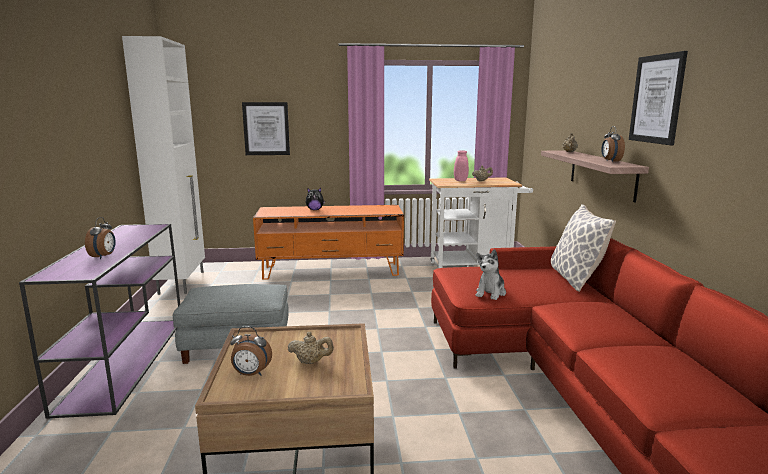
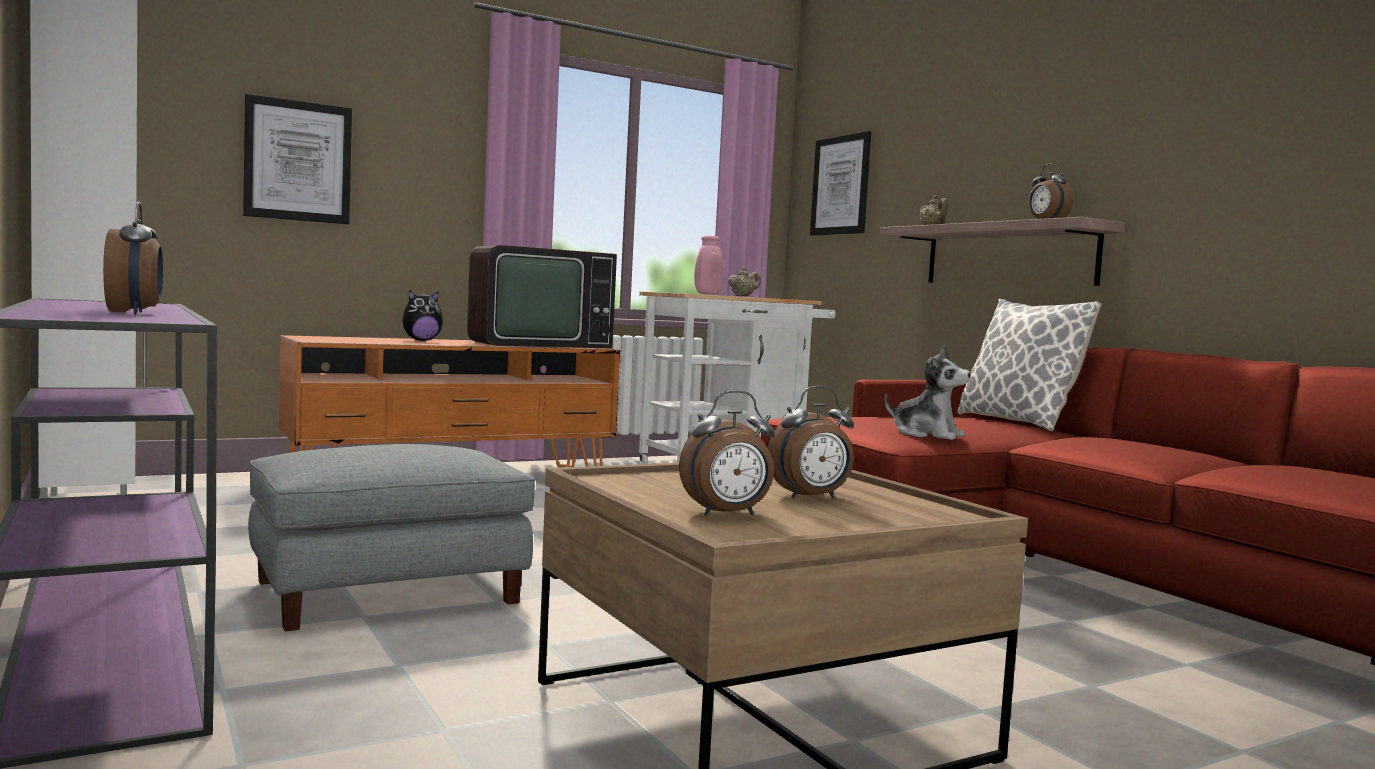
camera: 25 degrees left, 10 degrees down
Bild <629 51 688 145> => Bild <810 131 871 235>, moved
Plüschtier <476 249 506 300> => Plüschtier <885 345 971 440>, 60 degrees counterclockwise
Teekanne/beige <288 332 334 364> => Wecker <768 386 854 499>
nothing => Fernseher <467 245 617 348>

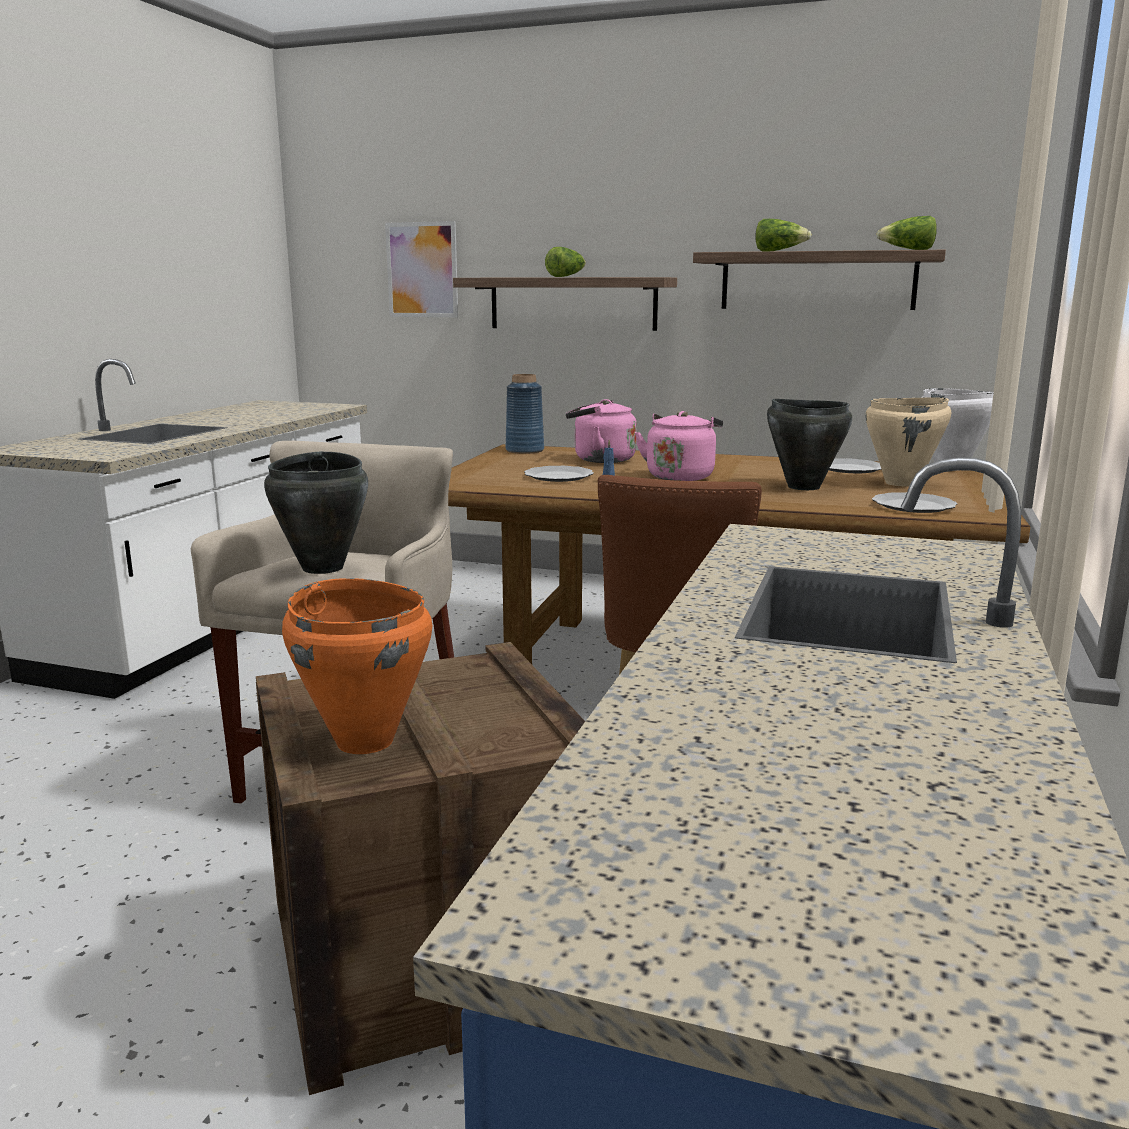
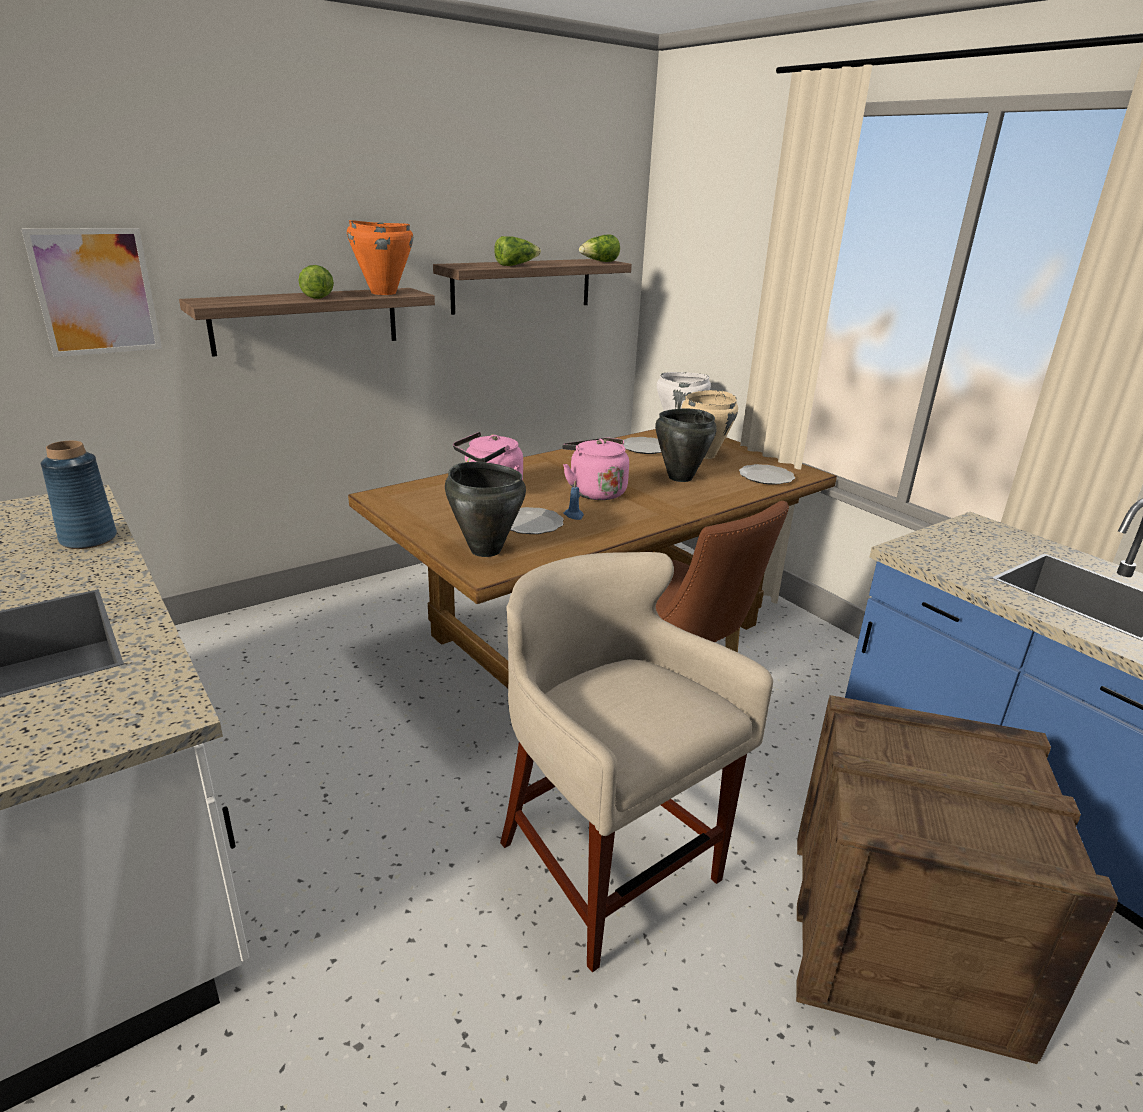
camera: 55 degrees left, 10 degrees up
Vase/blau <506 374 544 454> => Vase/blau <41 441 117 549>, moved
Kochtopf/schwarz <264 452 368 574> => Kochtopf/schwarz <445 462 526 557>, moved
Kochtopf/orange <282 578 432 754> => Kochtopf/orange <347 220 413 295>, moved

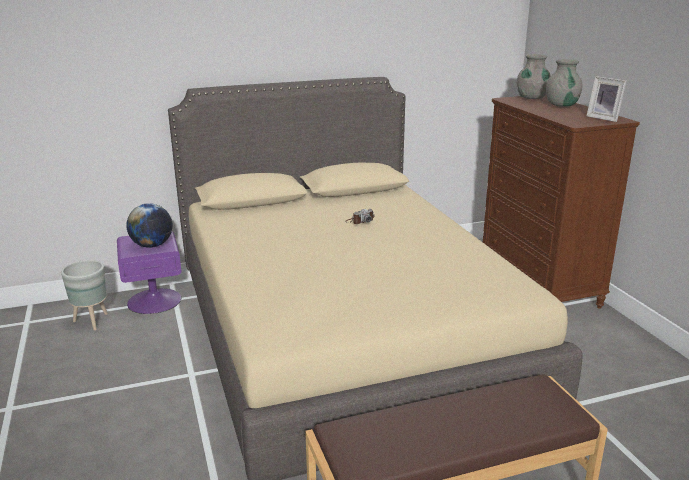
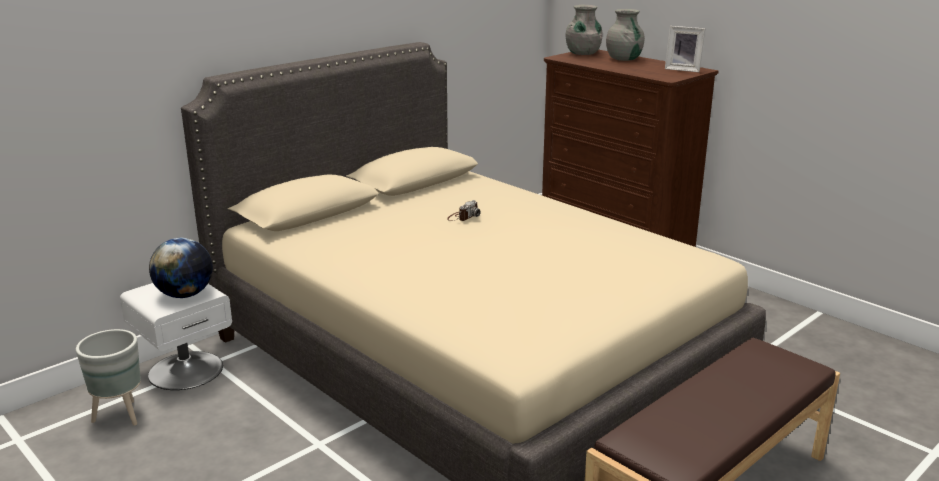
camera: 25 degrees left, 0 degrees up
Nachttisch/lila <117 231 181 314> => Nachttisch/weiß <120 283 232 390>

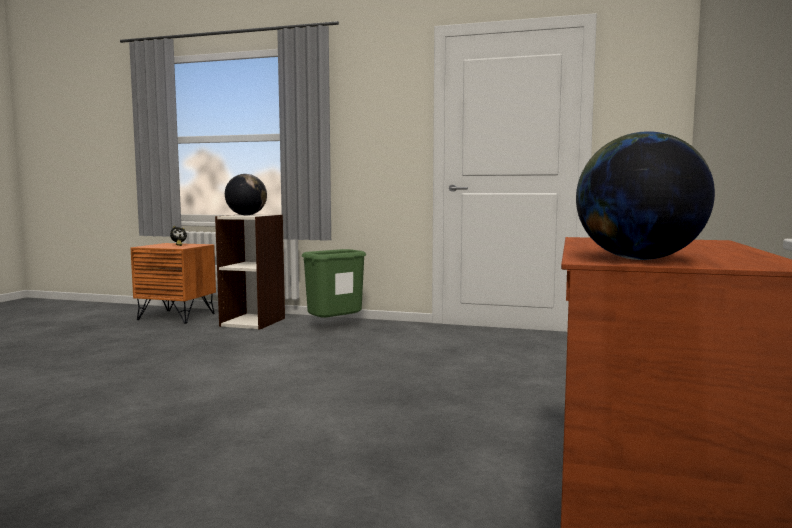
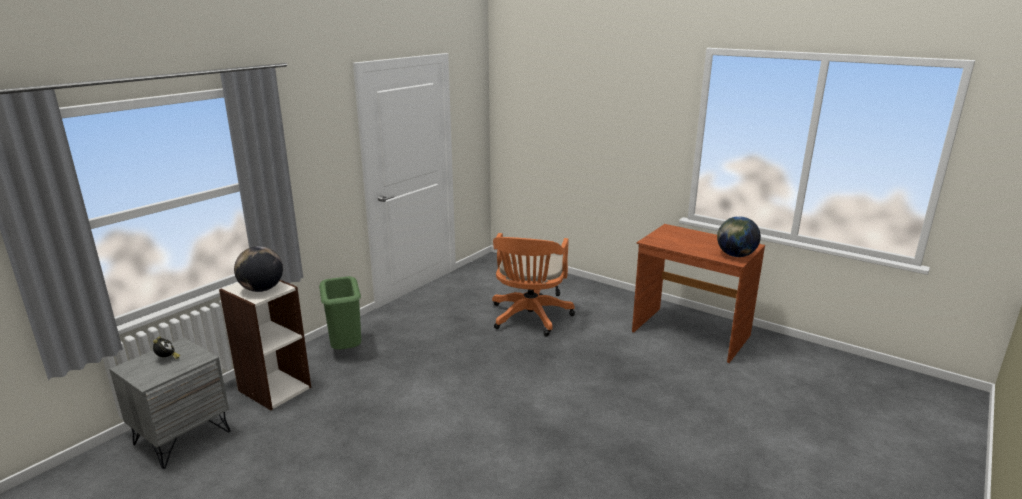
camera: 70 degrees left, 15 degrees up
Nachttisch/orange <131 243 216 324> => Nachttisch/grau <109 338 231 469>
nothing => Bürostuhl/orange <492 233 575 337>

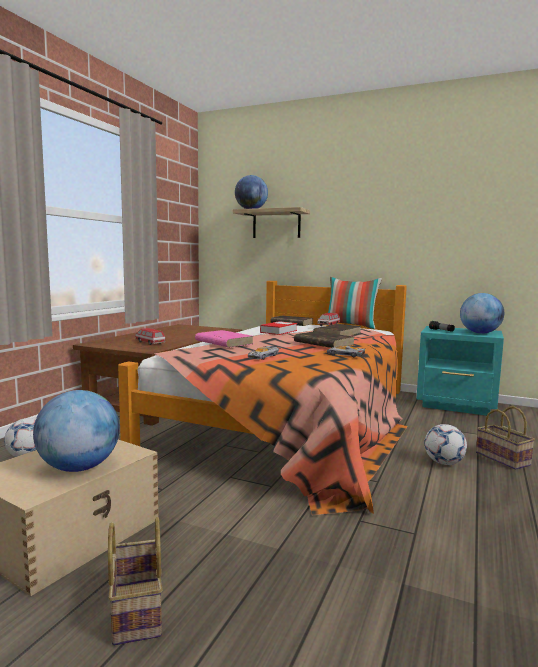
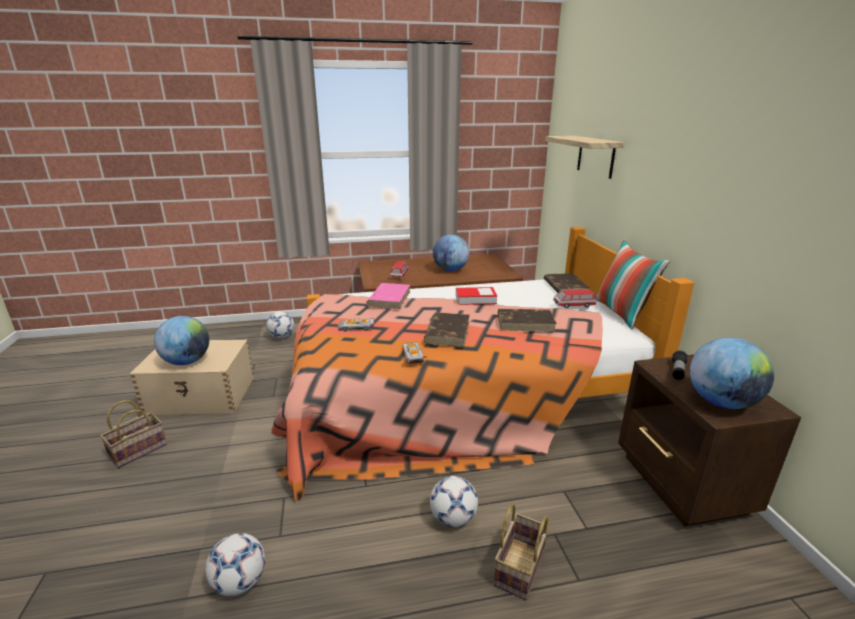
camera: 55 degrees right, 15 degrees up
Globus <235 175 268 209> => Globus <433 235 469 271>, moved
Nachttisch/türkis <416 326 504 416> => Nachttisch/braun <618 354 801 526>
nothing => Fußball <205 533 265 596>

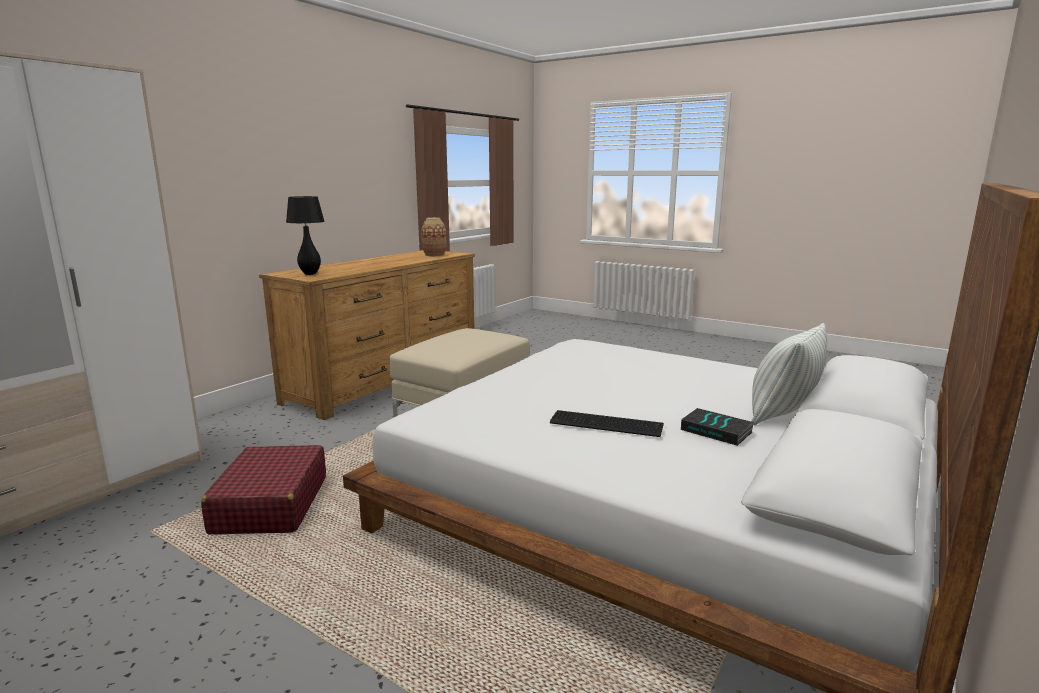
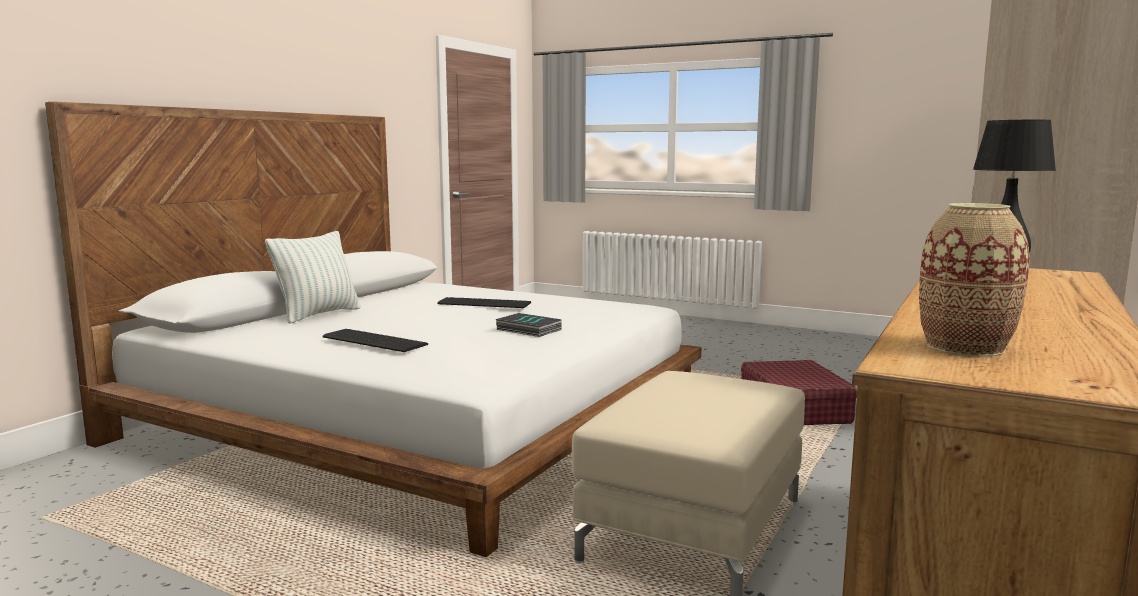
camera: 175 degrees right, 5 degrees down
Buch <681 408 755 446> => Buch <495 313 562 337>, moved
nothing => Tastatur <323 329 428 352>

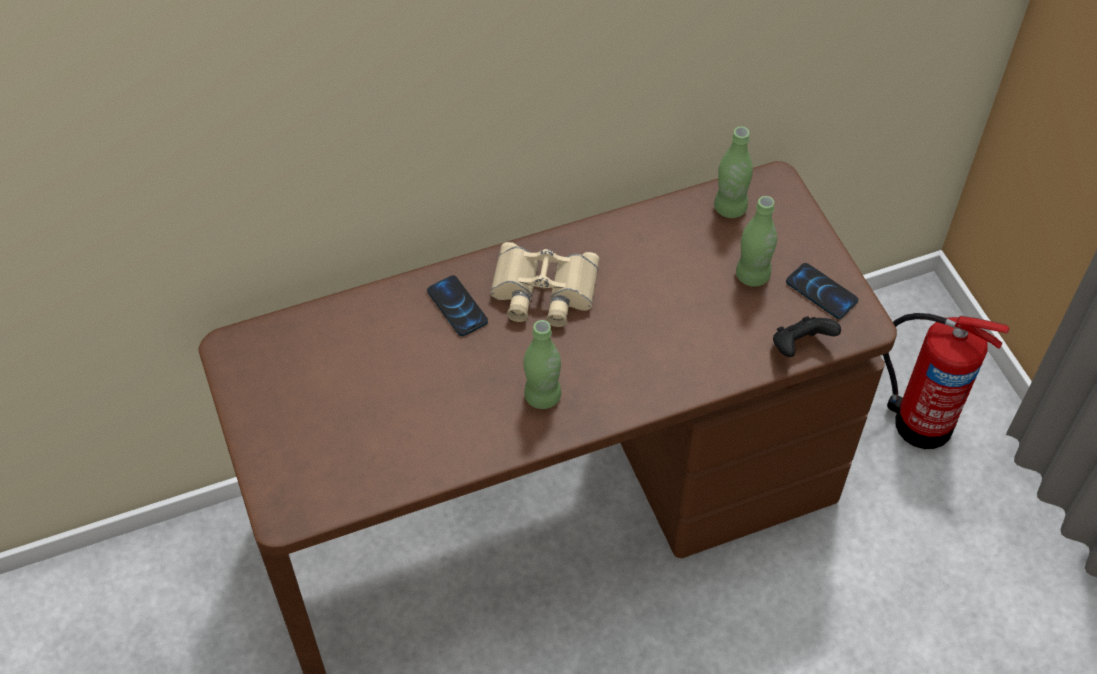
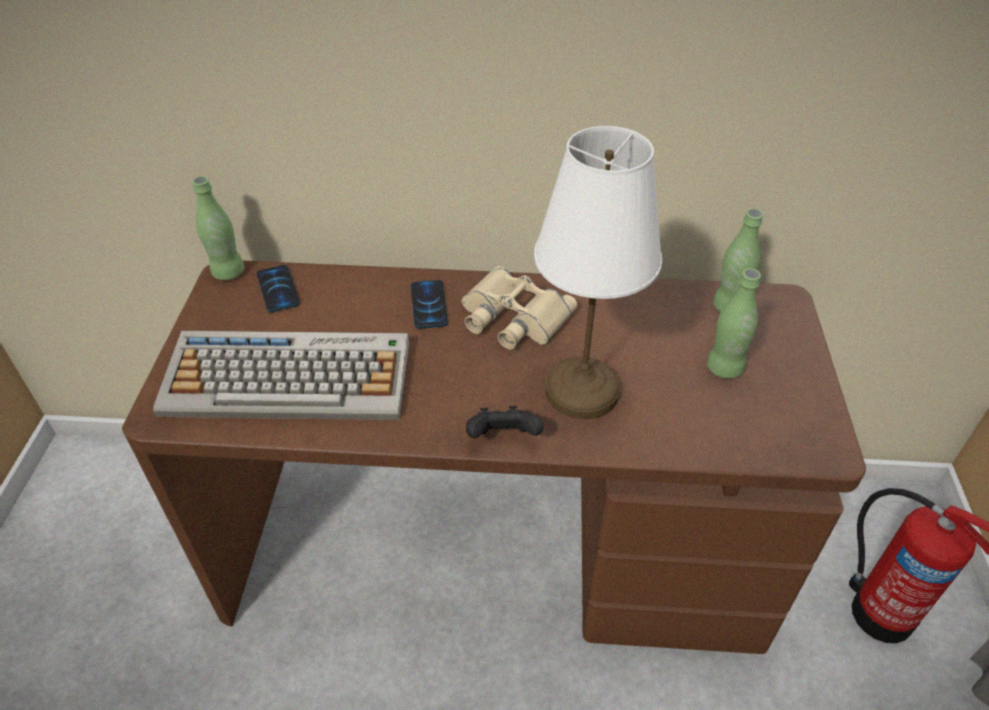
camera: 25 degrees right, 10 degrees down
Handy <786 263 858 319> => Handy <257 265 300 313>, moved
Gamepad/schwarz <773 316 841 357> => Gamepad/schwarz <466 406 543 438>, moved
Flasche/grün <524 320 561 409> => Flasche/grün <192 176 245 280>, moved
nothing => Tischlampe/weiß <534 126 662 419>
nothing => Tastatur <153 331 409 420>

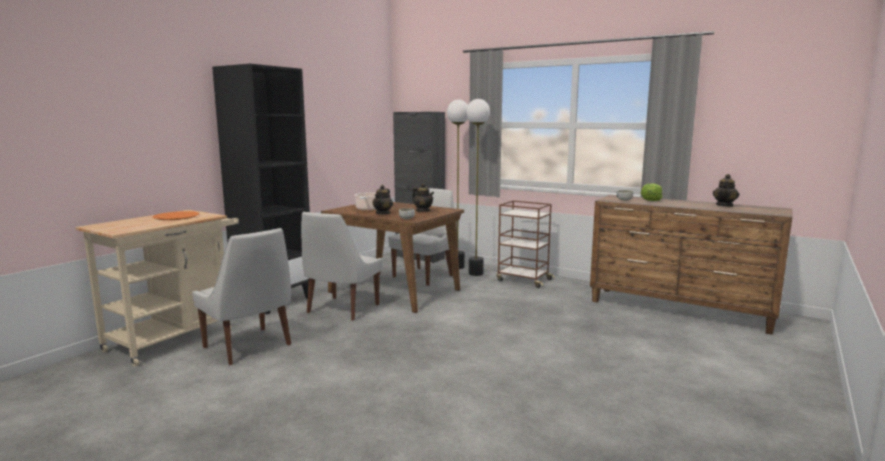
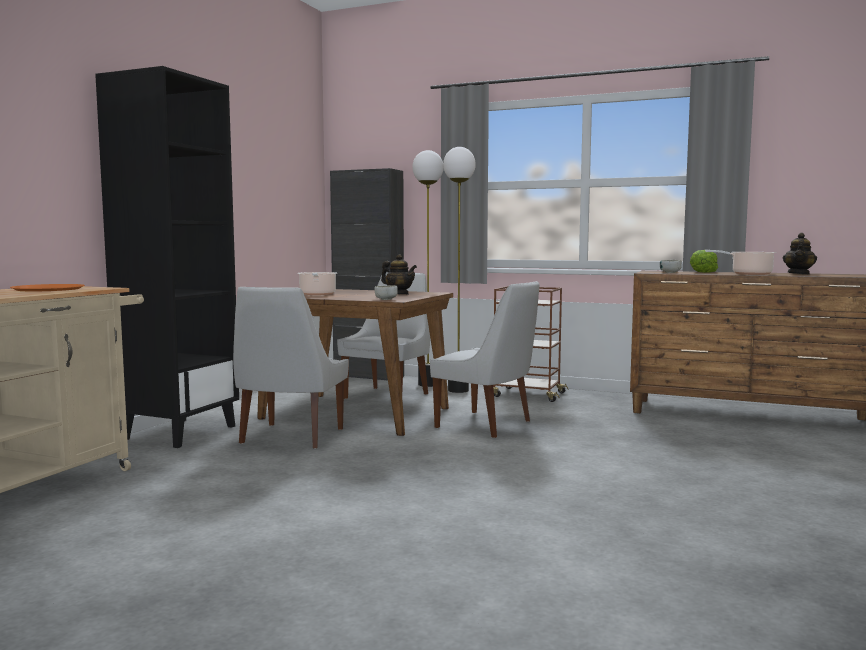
camera: 10 degrees left, 5 degrees down
Teekanne <372 185 393 215> => nothing
Stuhl/weiß <192 228 291 365> => Stuhl/weiß <430 281 539 438>, moved
nothing => Kochtopf <705 250 776 275>

